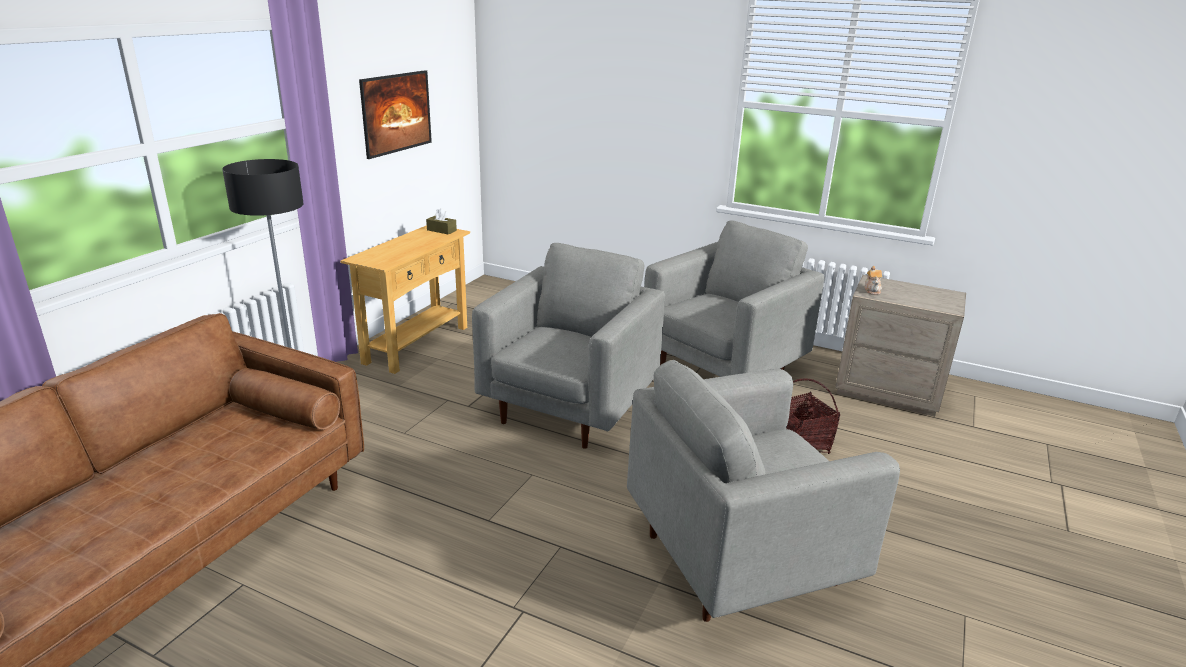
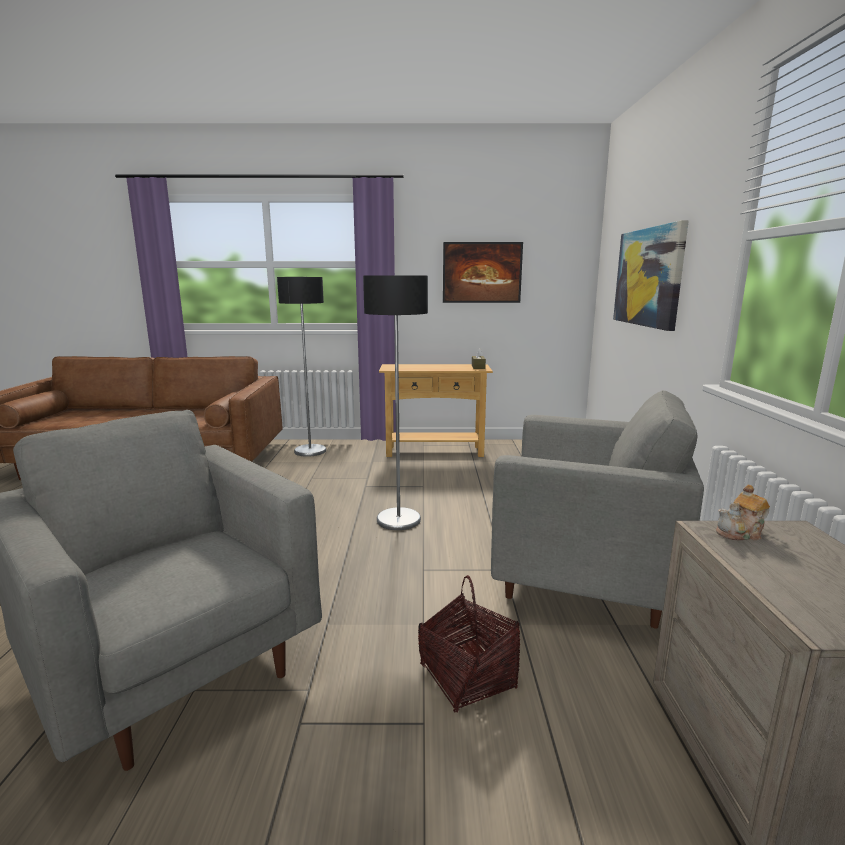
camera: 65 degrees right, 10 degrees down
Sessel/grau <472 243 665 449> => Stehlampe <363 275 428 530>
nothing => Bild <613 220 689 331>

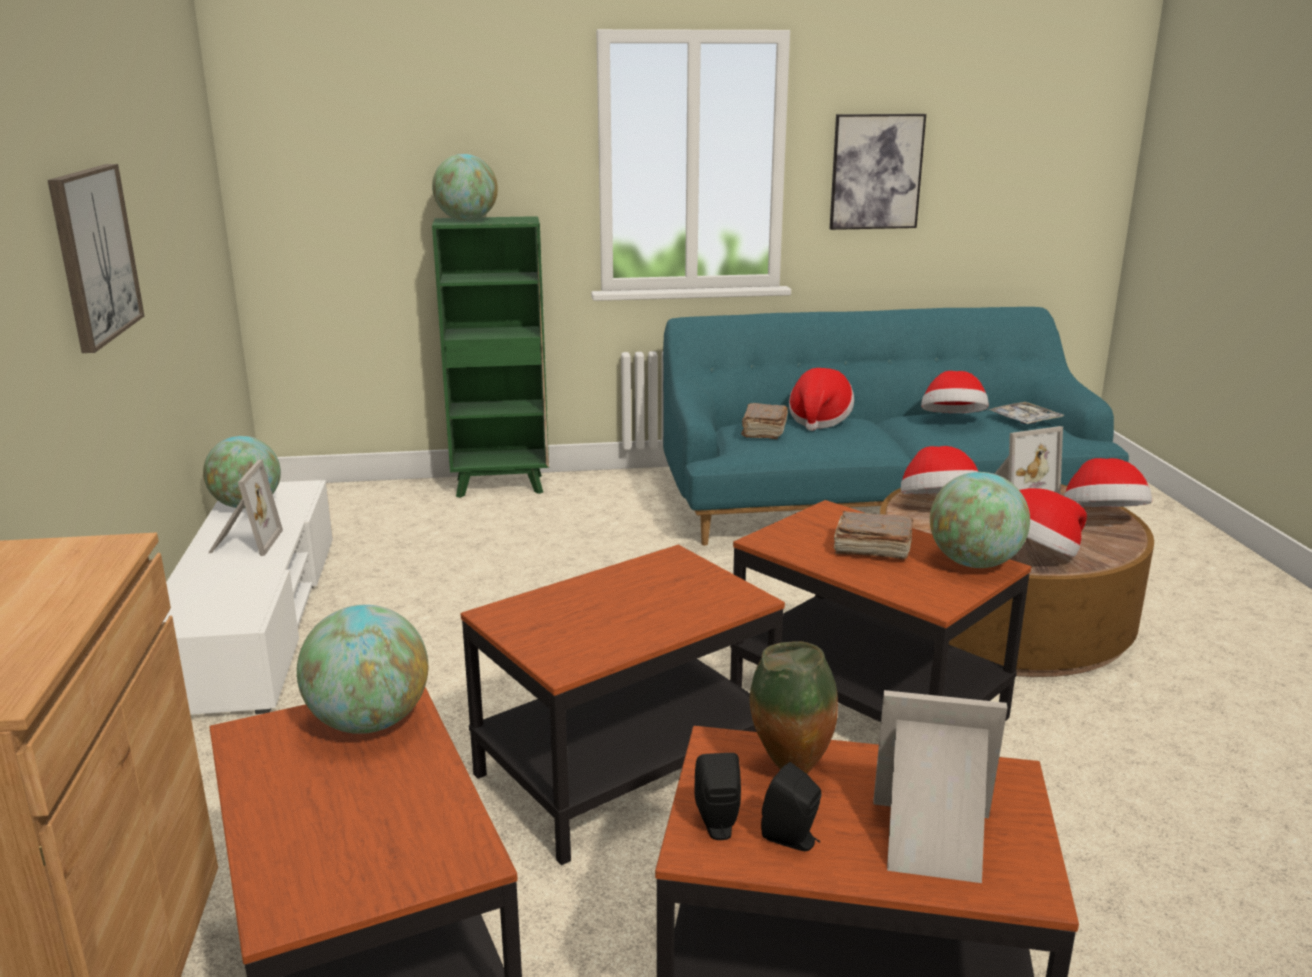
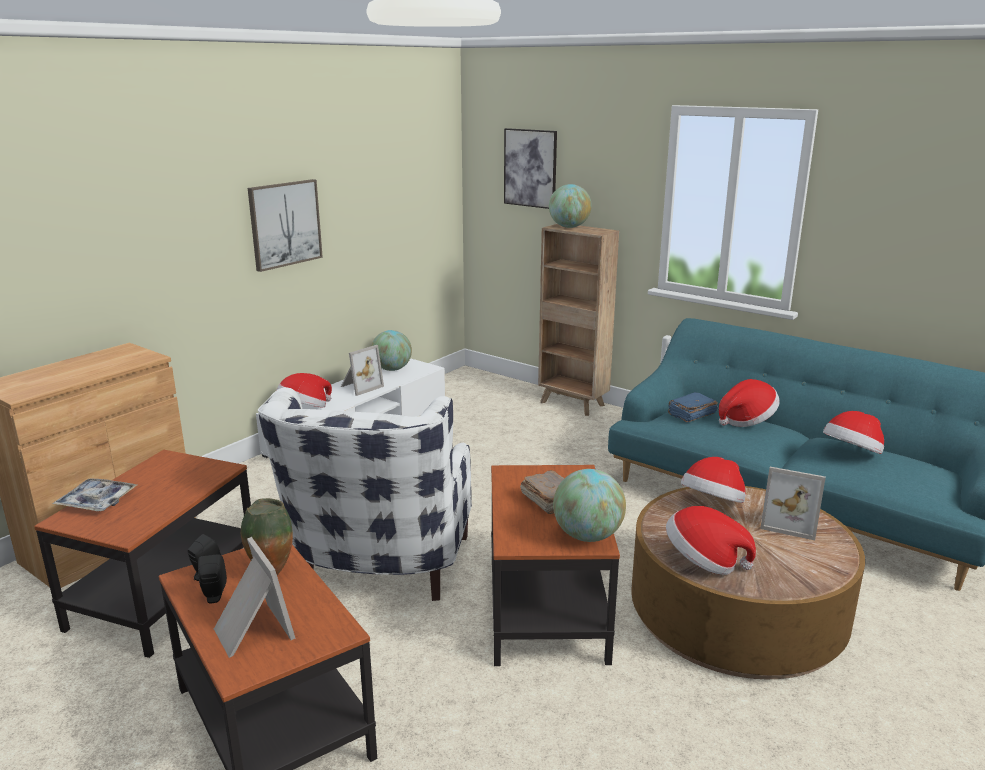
camera: 45 degrees right, 0 degrees up
Bild <830 114 926 230> => Bild <504 128 557 209>, moved
Bücherregal/grün <432 216 549 498> => Bücherregal/braun <538 224 619 416>
Tablett <989 402 1064 424> => Tablett <52 478 137 511>, moved
Buch/braun <741 403 788 439> => Buch/blau <668 392 718 423>
Hut <1064 458 1152 507> => Hut <277 373 332 407>, moved
Beistelltisch <461 545 785 865> => Sessel/weiß <258 387 472 601>
Globus <297 605 428 734> => nothing

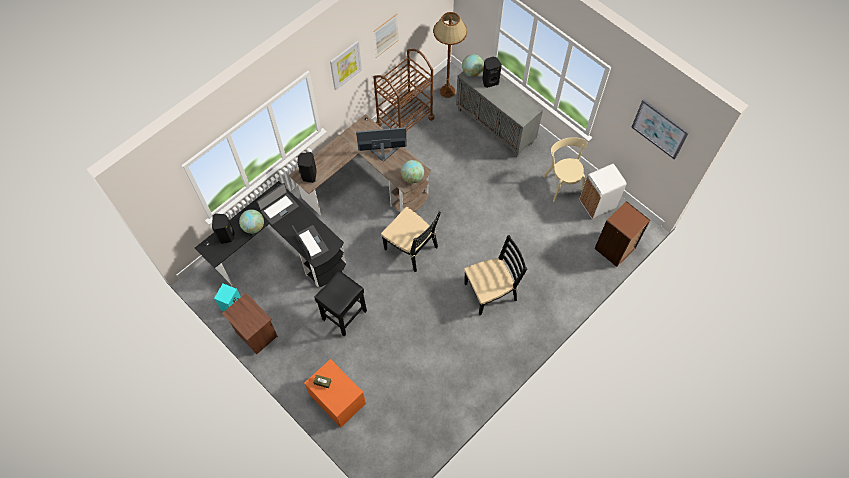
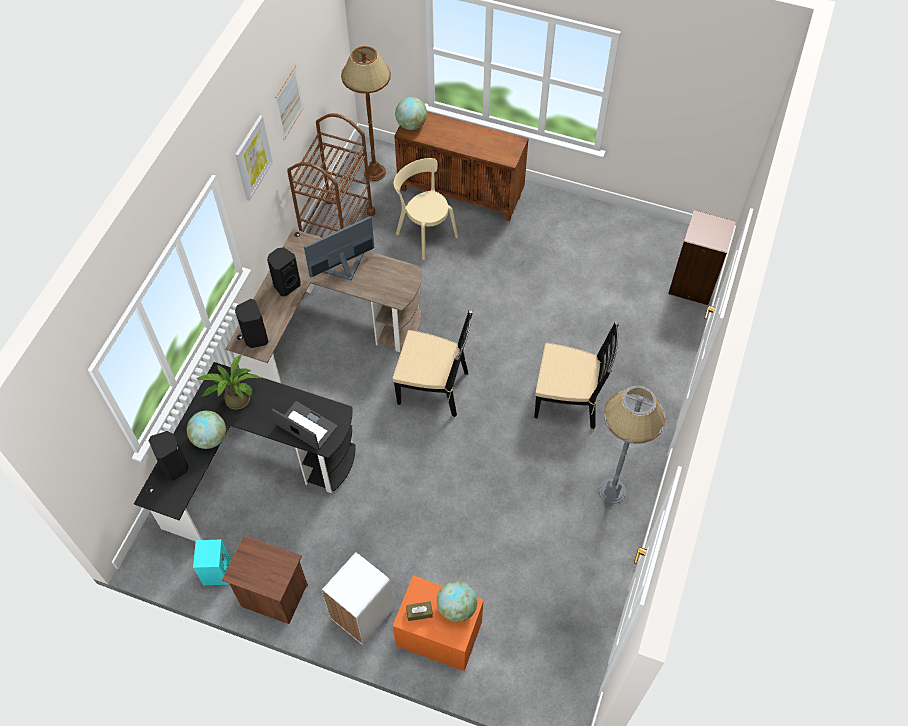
camera: 25 degrees left, 5 degrees down
Lautsprecher/schwarz <482 57 502 88> => Lautsprecher/schwarz <267 247 301 296>, moved
Schrank/grau <456 71 543 158> => Schrank/braun <394 112 529 221>
Bild <631 99 689 160> => nothing
Stuhl/beige <543 137 587 202> => Stuhl/beige <394 158 458 260>, moved
Globus <401 160 424 183> => Globus <437 581 478 622>, moved
Mülleimer/weiß <580 164 627 219> => Mülleimer/weiß <322 552 394 645>, moved
Laptop <257 183 299 225> => Topfpflanze <197 355 262 410>
Stuhl/schwarz <464 235 527 315> => Stuhl/schwarz <534 322 619 429>, 60 degrees clockwise
Hocker/schwarz <314 270 367 336> => nothing
nothing => Stehlampe/grau <599 386 666 504>

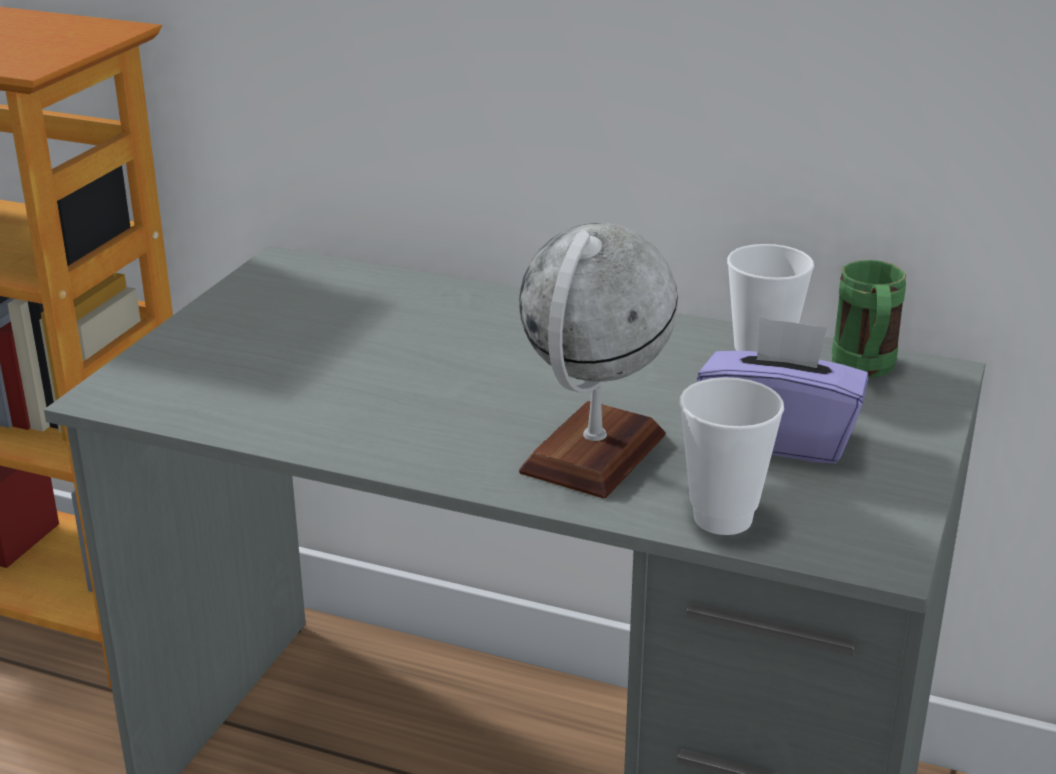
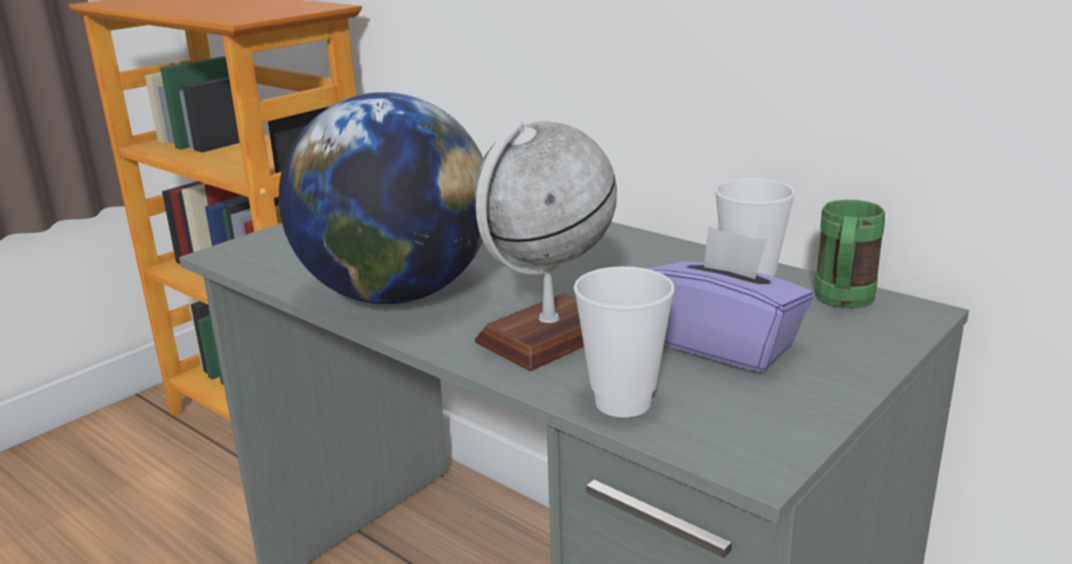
camera: 20 degrees right, 5 degrees down
nothing => Globus <279 92 483 304>

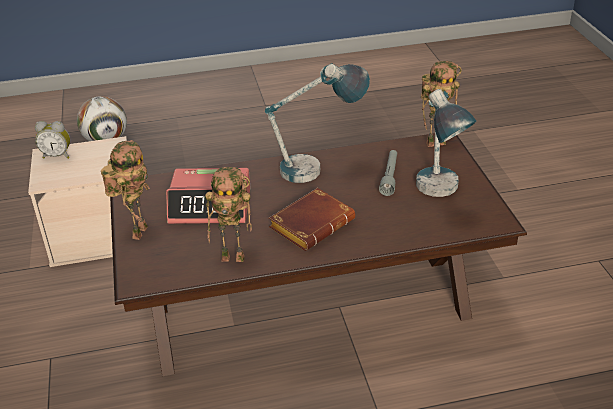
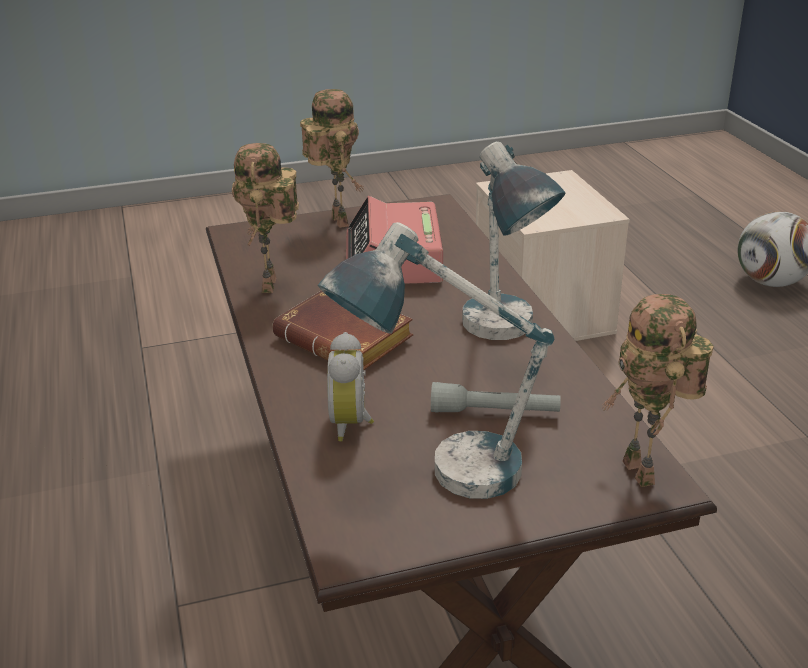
camera: 85 degrees right, 5 degrees down
Wecker <35 121 70 159> => Wecker <327 332 374 441>, moved
Spielzeugroboter <101 140 150 240> => Spielzeugroboter <300 89 364 228>, 120 degrees counterclockwise

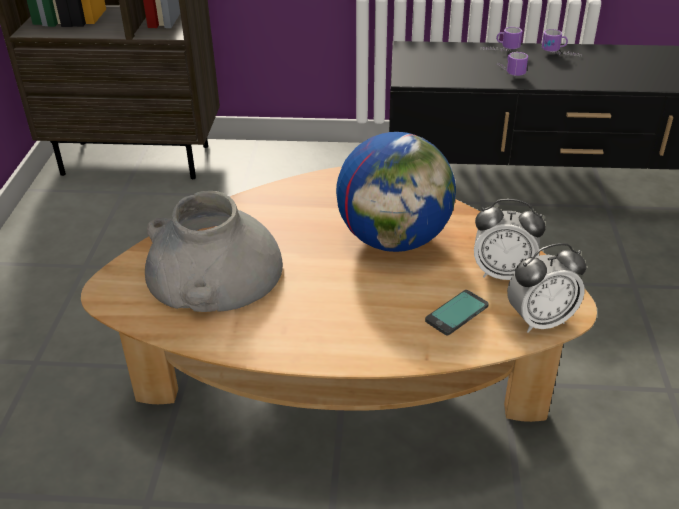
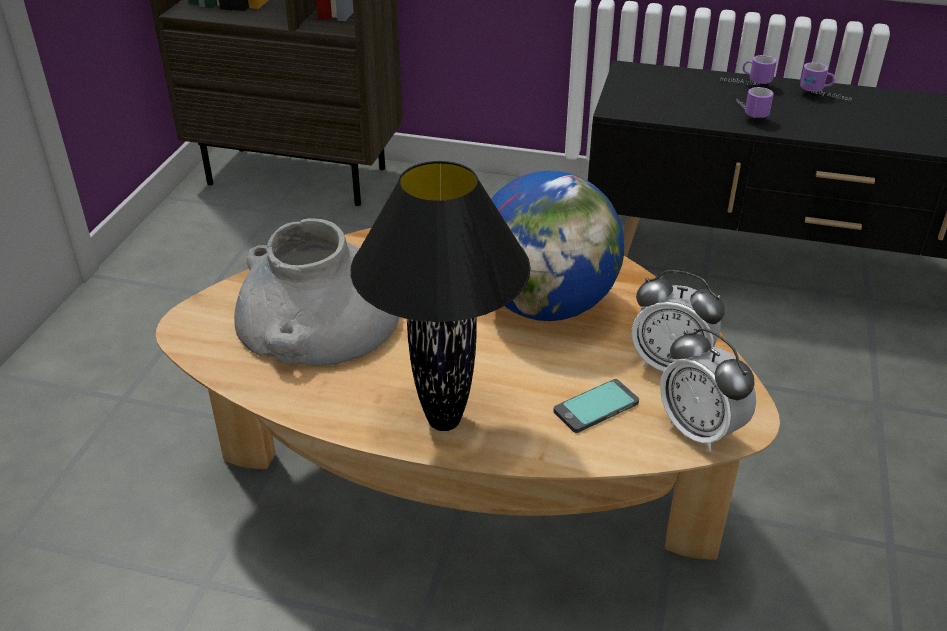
camera: 10 degrees right, 0 degrees up
Wecker <507 243 586 333> => Wecker <660 328 756 452>, 60 degrees clockwise
nothing => Tischlampe/schwarz <350 161 531 431>

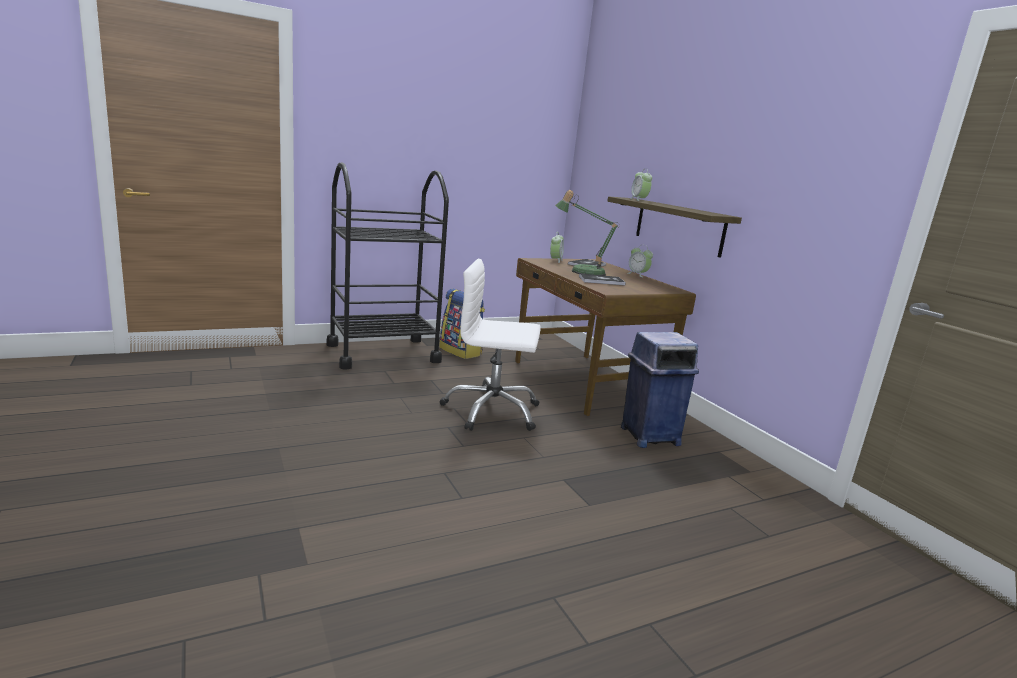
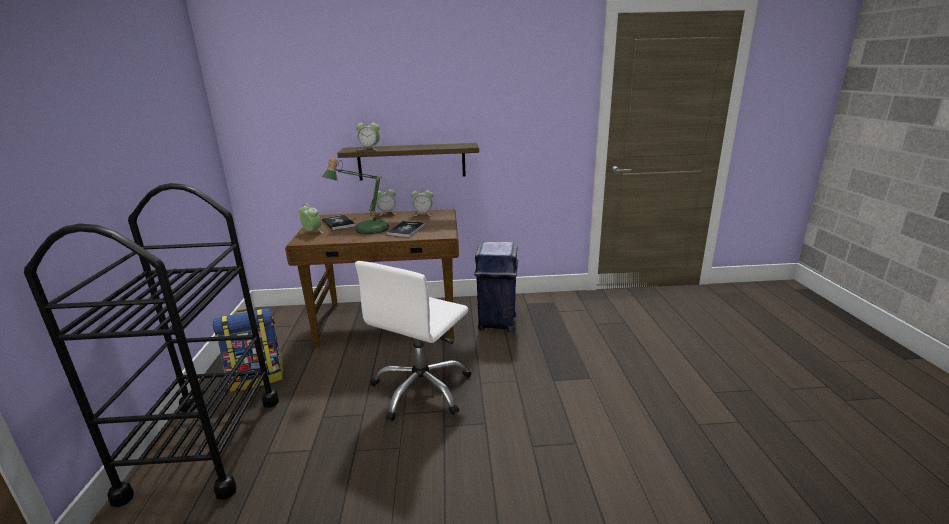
camera: 65 degrees left, 5 degrees up
nothing => Wecker <411 190 433 216>

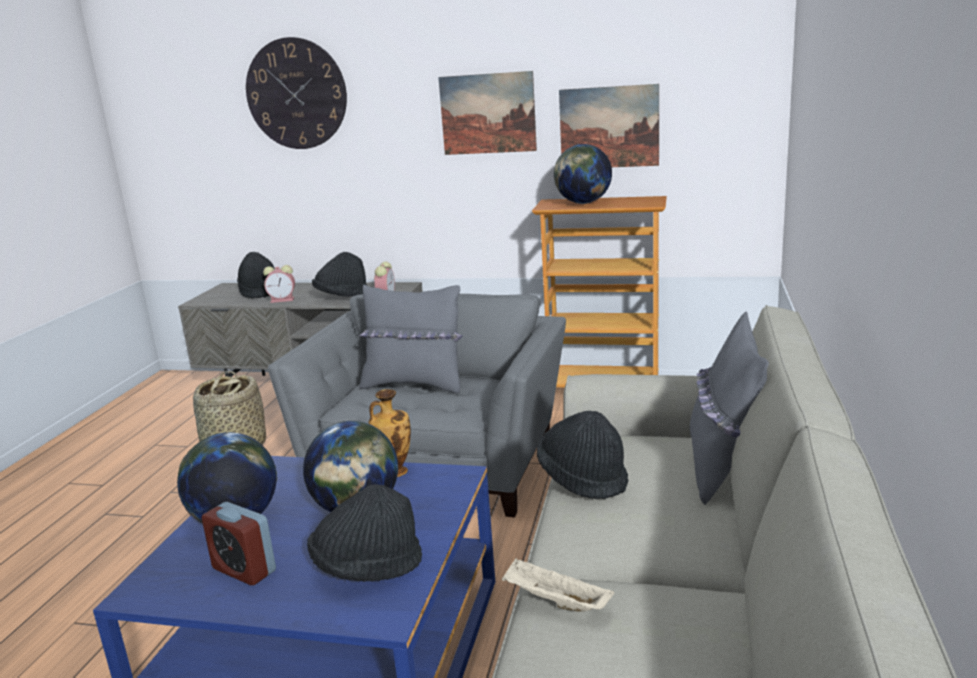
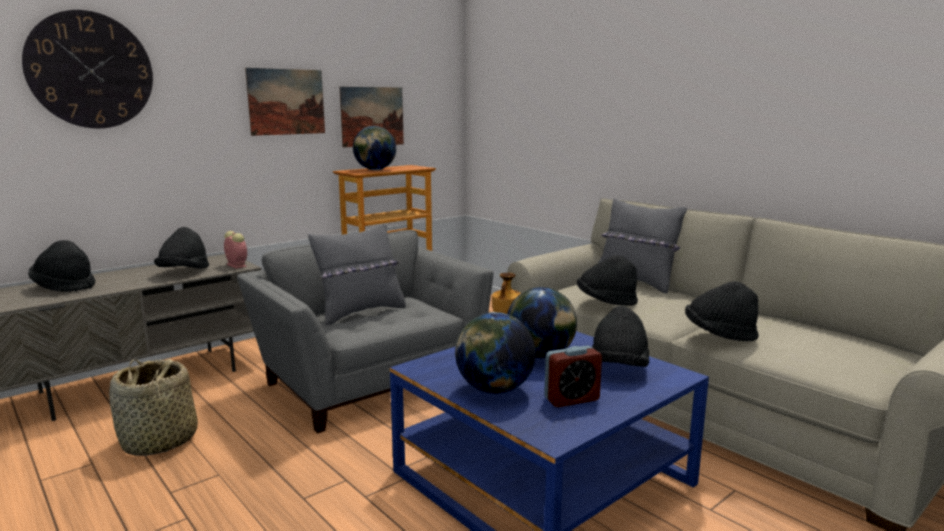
camera: 55 degrees left, 5 degrees down
Wecker <263 265 295 303> => nothing
Tablett/beige <502 558 614 612> => Hut/schwarz <685 281 759 341>

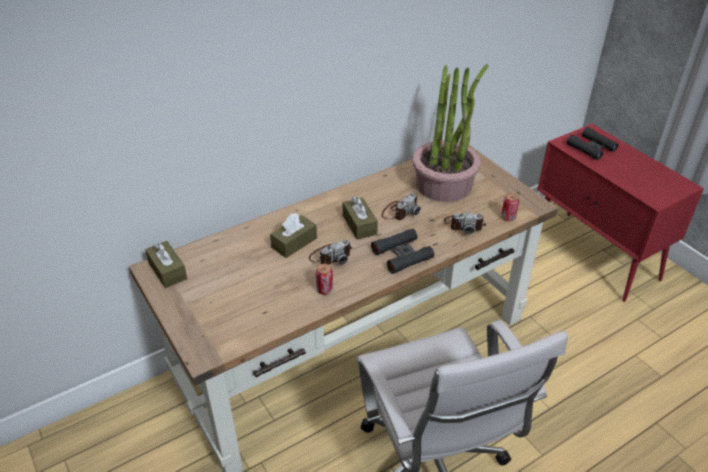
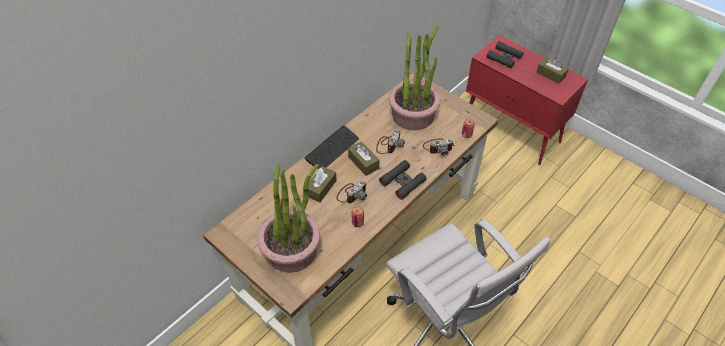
camera: 15 degrees left, 10 degrees up
Taschentuchbox/braun <145 241 187 288> => Taschentuchbox/braun <536 58 569 84>, moved
nothing => Tastatur <304 125 359 169>
nothing => Topfpflanze <257 163 320 273>

